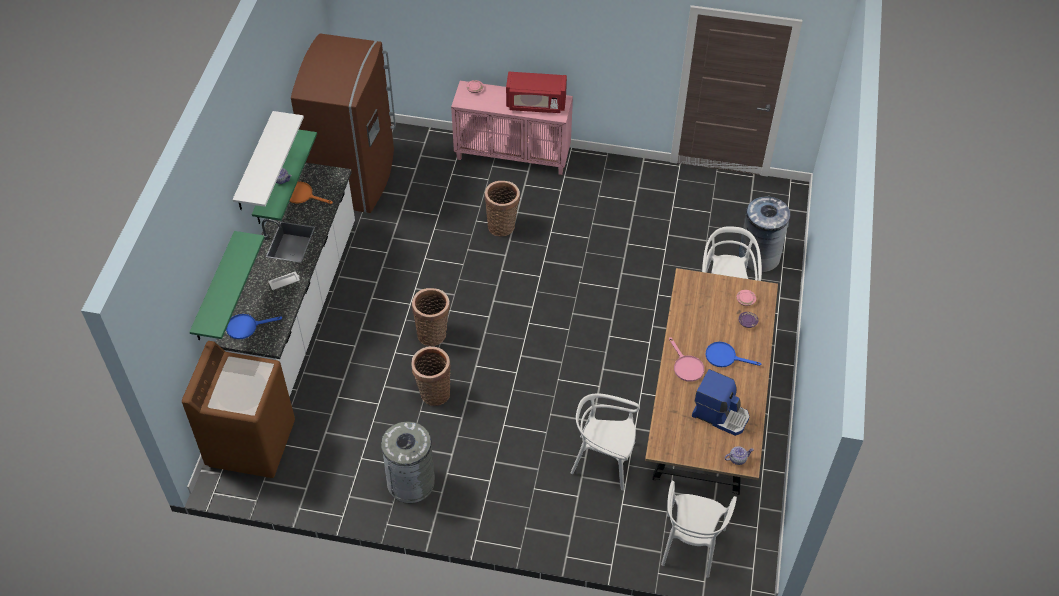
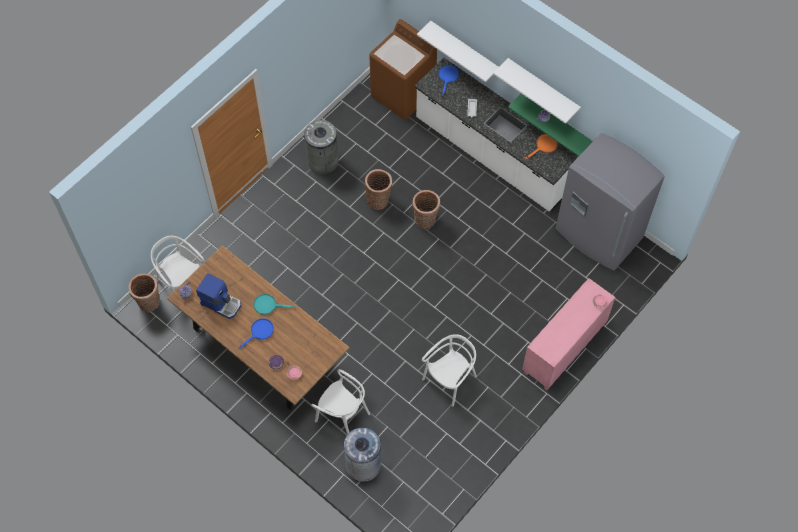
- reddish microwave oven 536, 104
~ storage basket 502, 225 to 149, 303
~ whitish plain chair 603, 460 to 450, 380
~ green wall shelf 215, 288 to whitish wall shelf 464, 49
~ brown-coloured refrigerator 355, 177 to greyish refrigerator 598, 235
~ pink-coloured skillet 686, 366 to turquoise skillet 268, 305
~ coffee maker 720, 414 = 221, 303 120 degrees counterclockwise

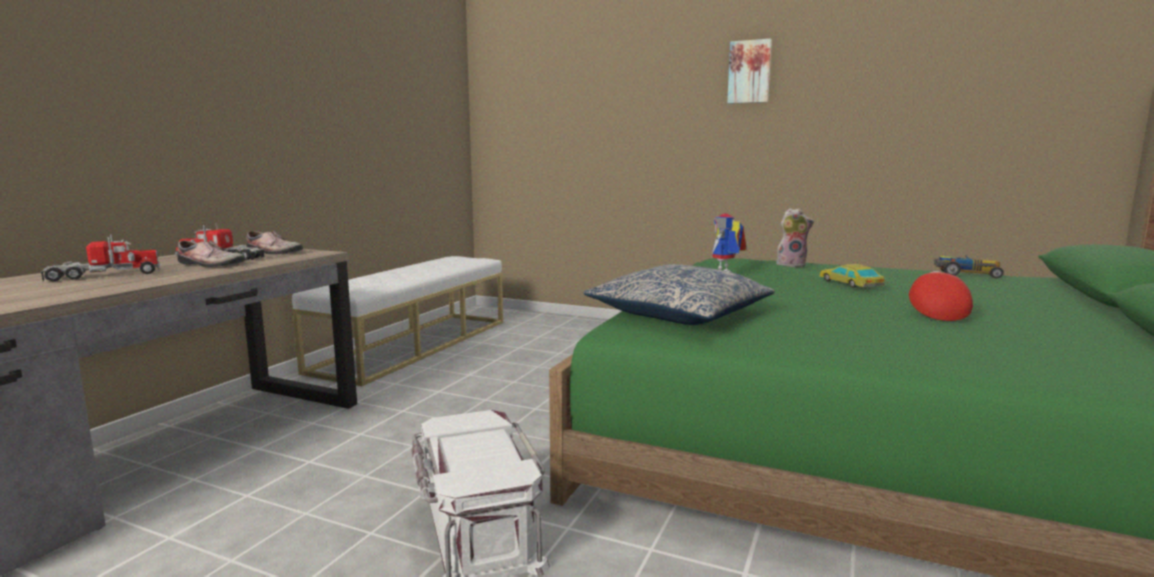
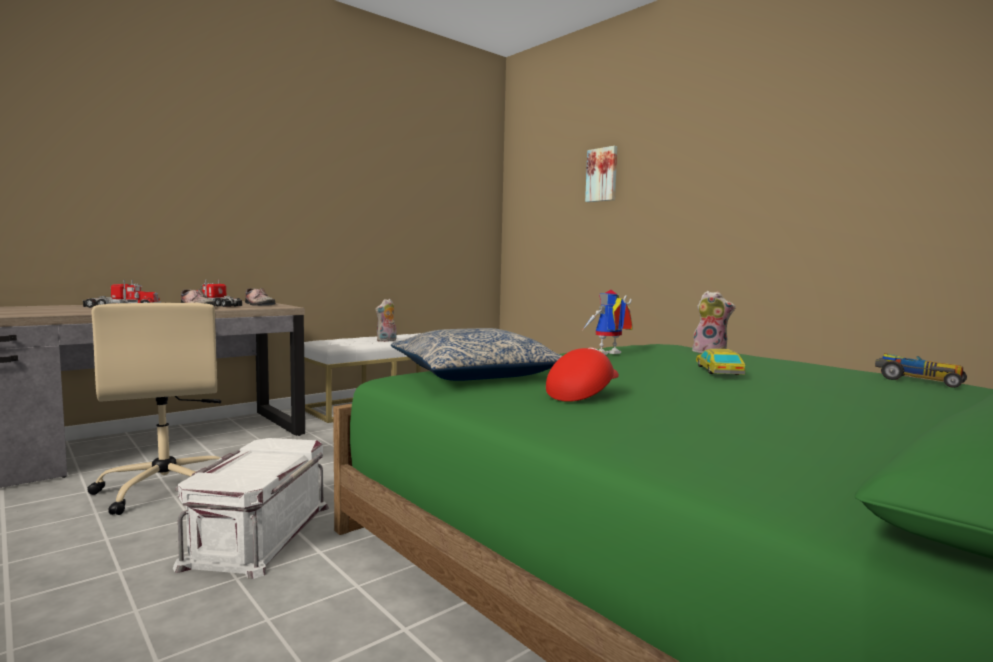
+ beige office chair 165, 488
+ plush toy 386, 341
~ wall picture 749, 72 to 602, 175
~ reddish cap 935, 313 to 581, 394

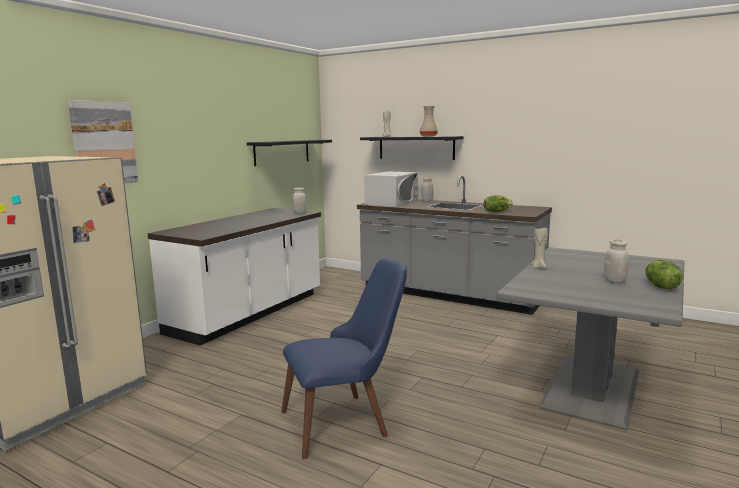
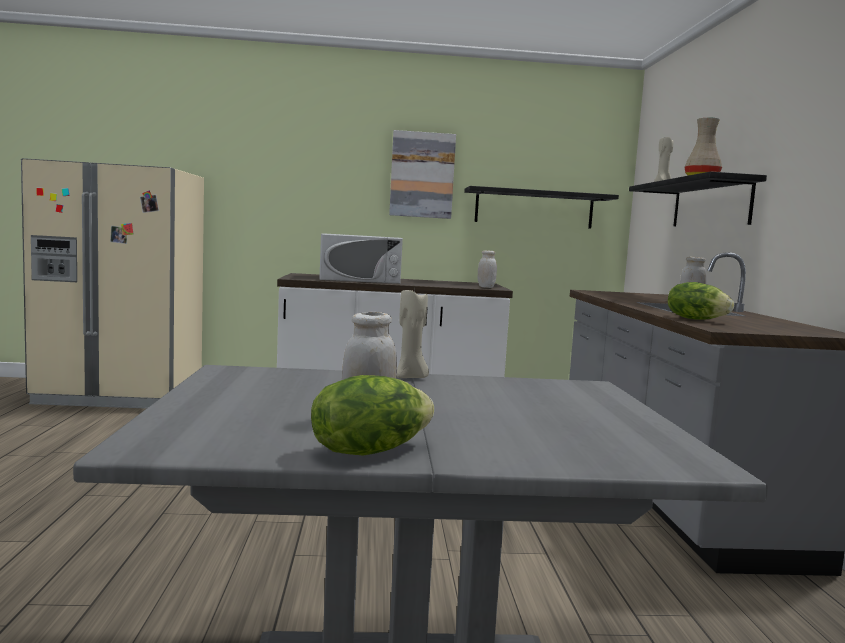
- blue plain chair 346, 420
~ wall picture 103, 143 to 422, 175
~ whitish microwave oven 392, 202 to 360, 279

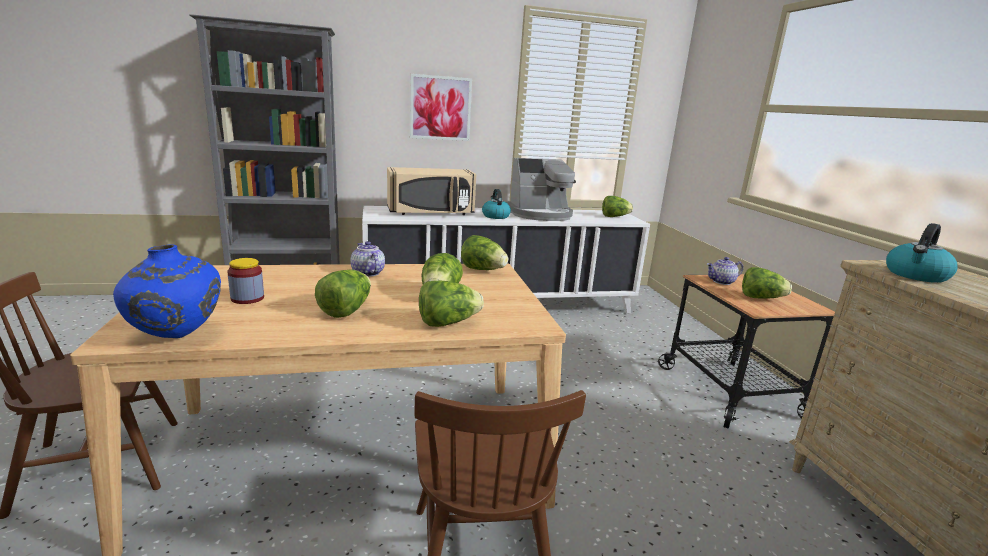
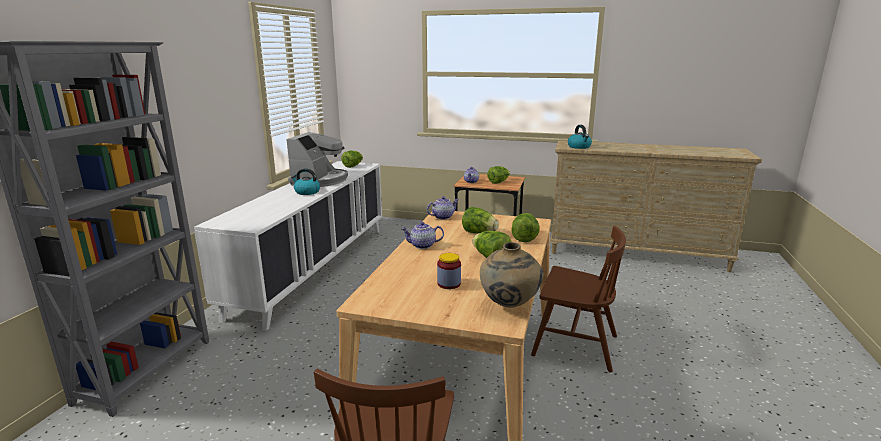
- beige microwave oven 431, 213
- wall picture 440, 108
~ lettuce 483, 270 to tea pot 442, 217
~ blue vase 176, 337 to beige vase 509, 306

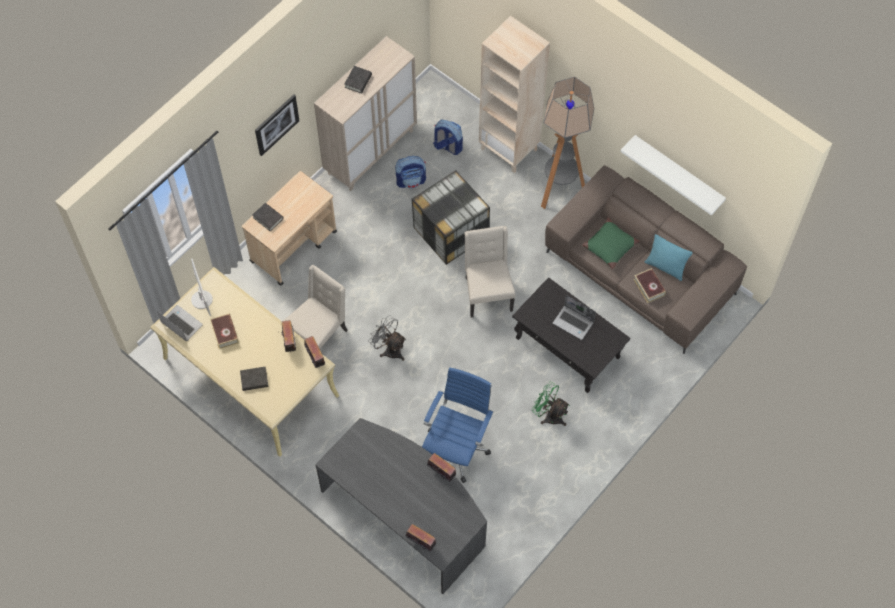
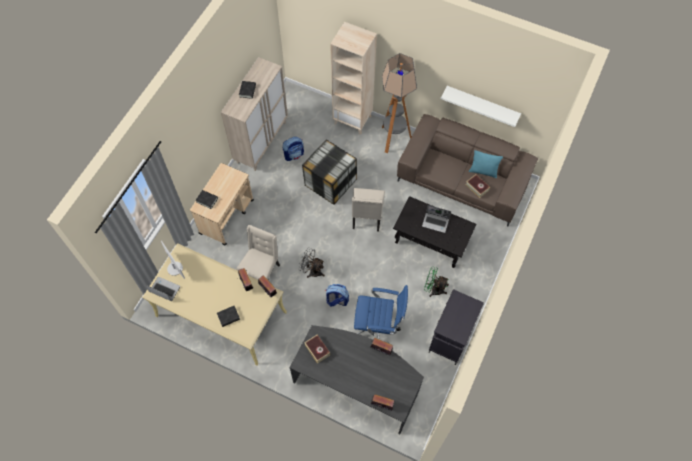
- wall picture 276, 124
- green throw pillow 609, 246
+ black-coloured cupboard 450, 339
~ bound book 224, 333 to 317, 349
~ knapsack 447, 146 to 337, 300
~ blue office chair 457, 447 = 378, 327 90 degrees clockwise
~ beige plain chair 487, 293 = 367, 217 150 degrees counterclockwise

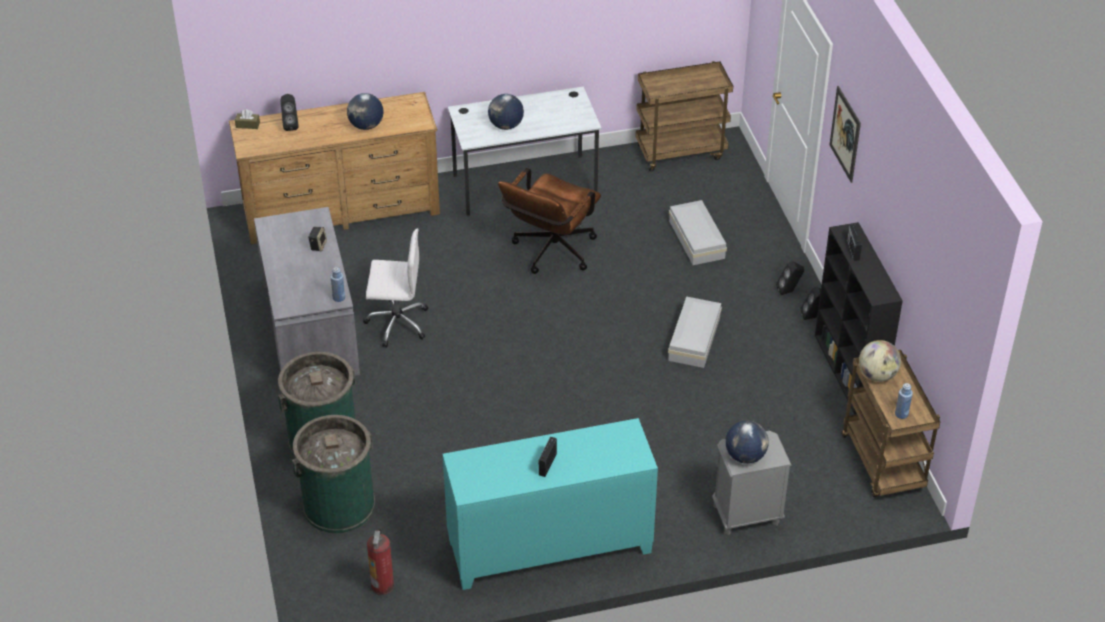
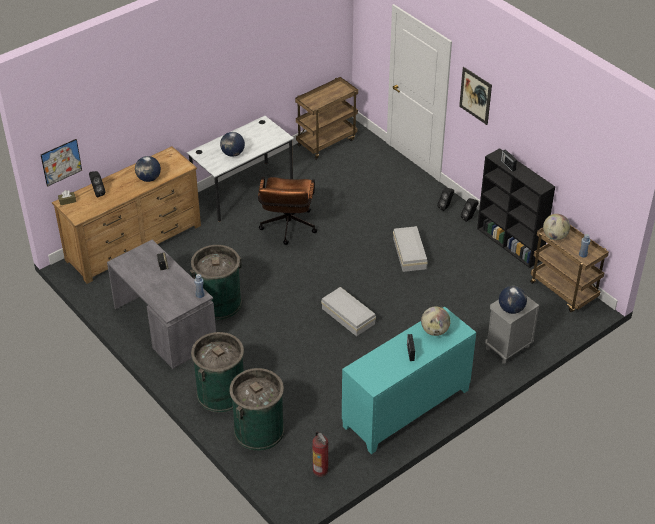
+ wall picture 61, 162
+ desk globe 434, 331
~ whitish storage box 696, 240 to 348, 317
~ whitish office chair 396, 323 to green waste bin 219, 303

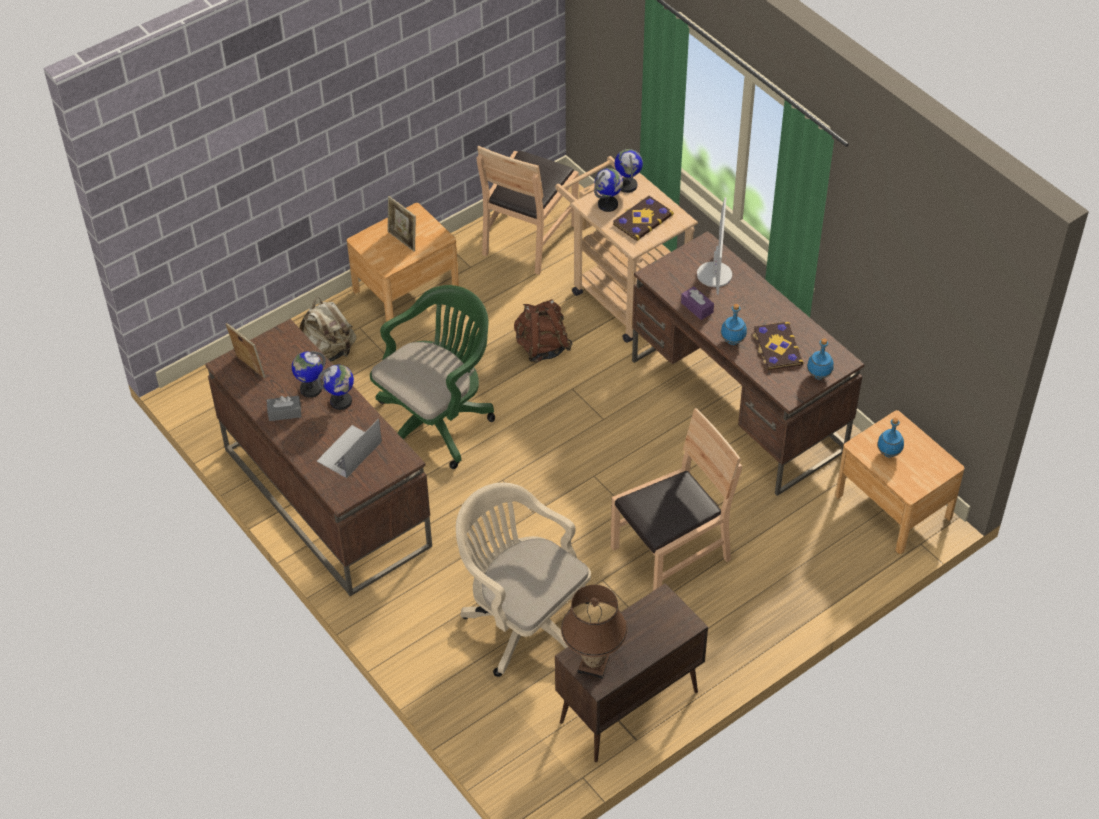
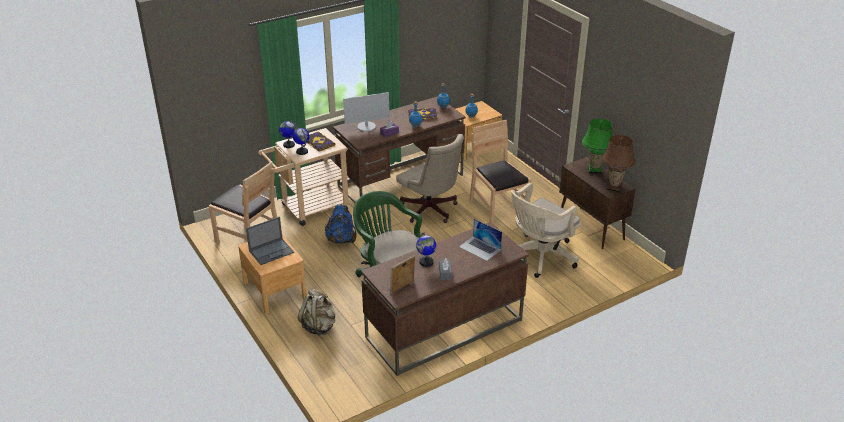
- desk globe 341, 401
+ beige office chair 431, 211
+ green lamp for a table 594, 170
~ photo frame 403, 240 to portable computer 272, 251
~ brown-coloured knapsack 542, 347 to blue knapsack 341, 239
~ monitor 715, 274 = 366, 127 150 degrees clockwise

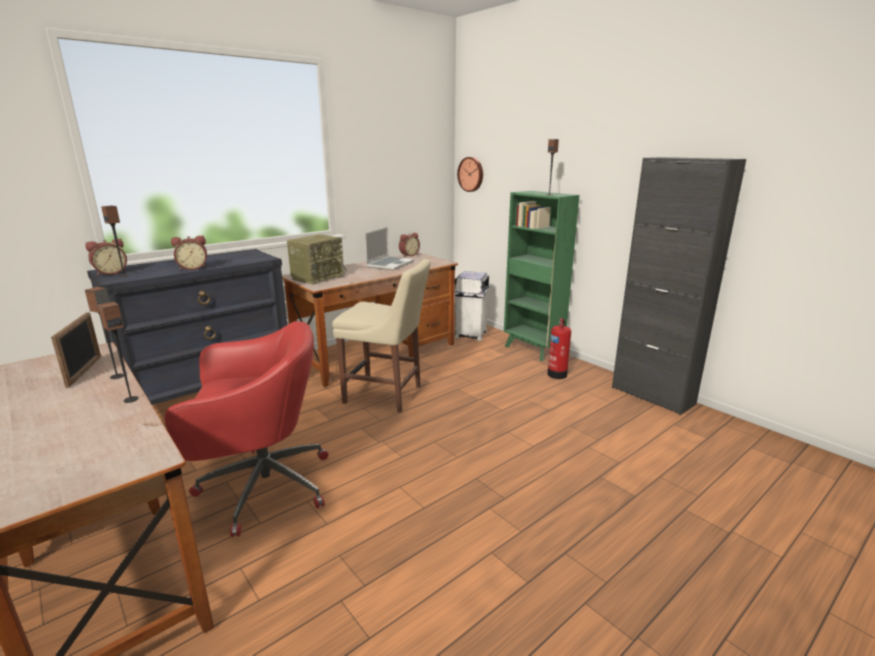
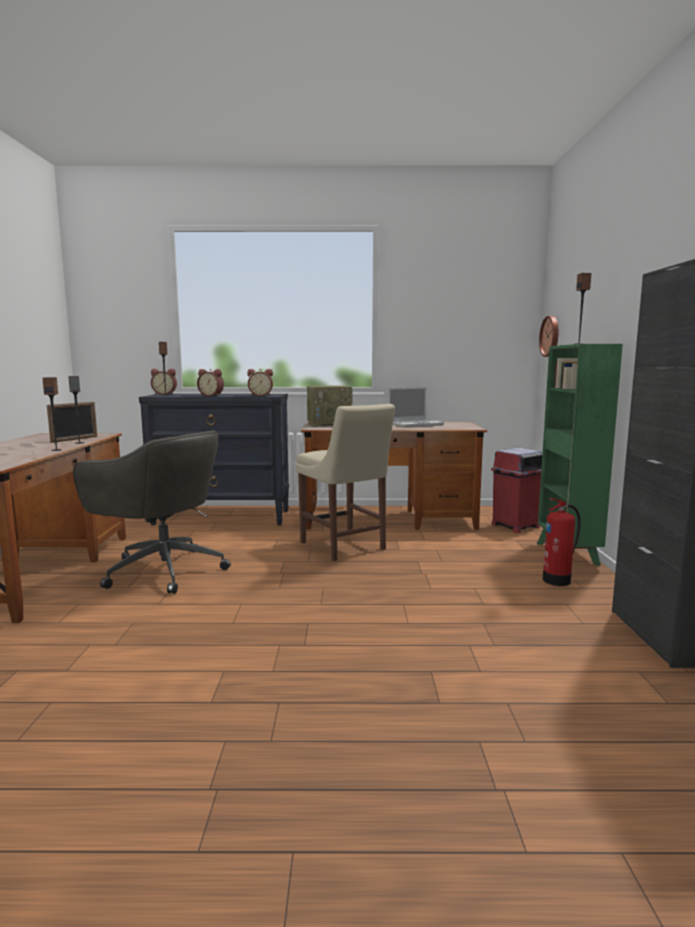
~ table clock 408, 255 to 261, 395
~ reddish office chair 261, 487 to greyish office chair 162, 570
~ whitish waste bin 470, 335 to reddish waste bin 514, 526

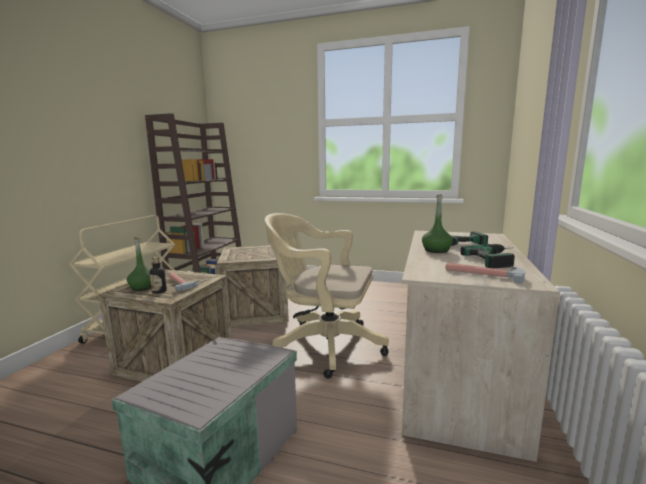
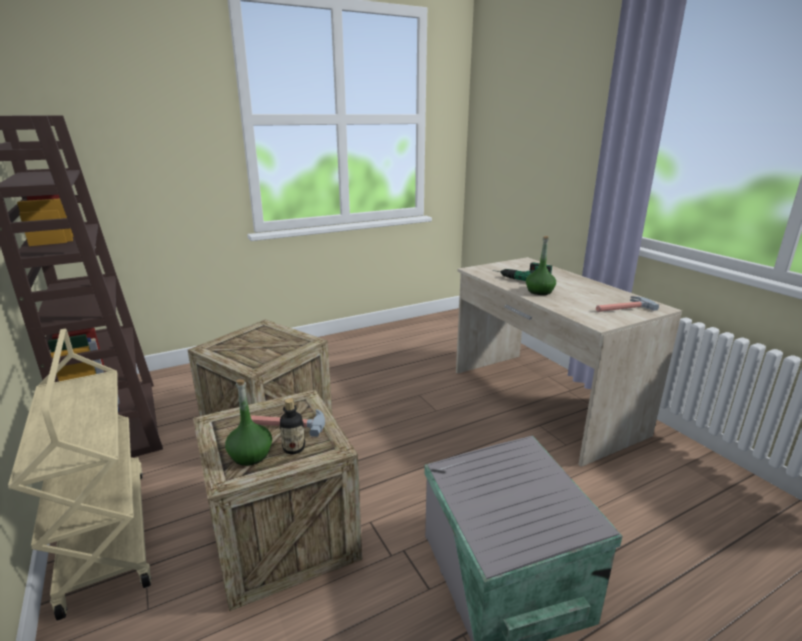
- beige office chair 323, 345
- power drill 499, 259

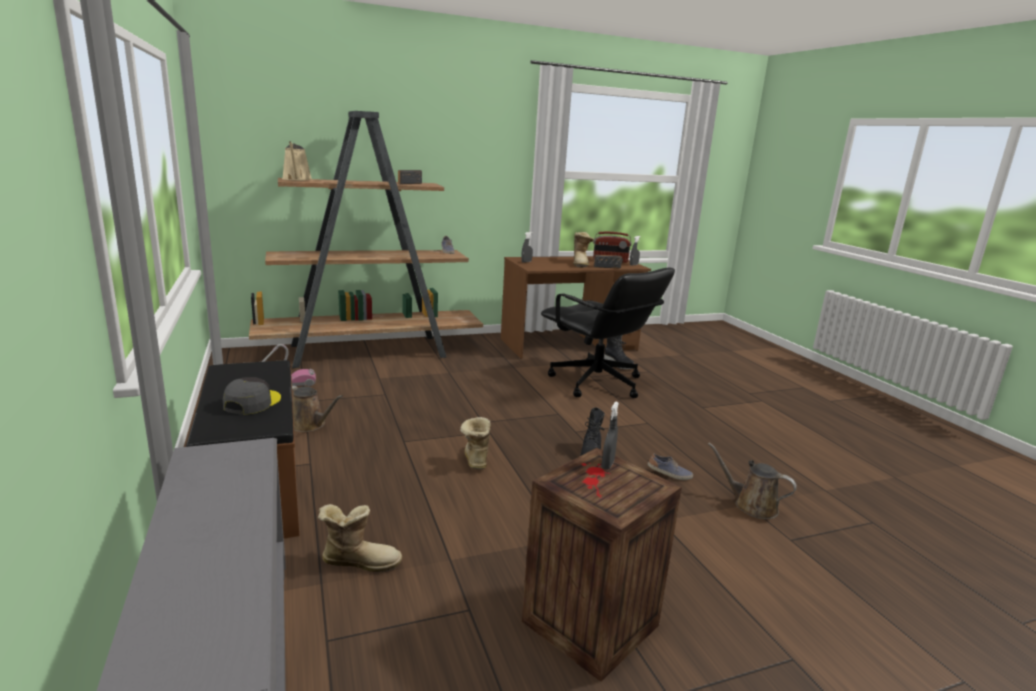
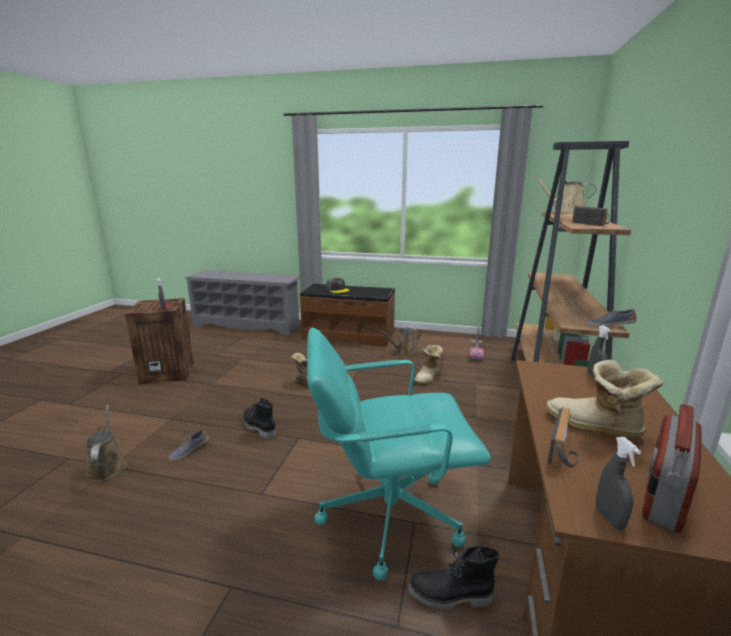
~ high-top boot 360, 560 to 428, 377
~ black-coloured office chair 597, 383 to turquoise office chair 387, 514
~ brown-coloured watering pot 751, 506 = 107, 466 90 degrees counterclockwise

